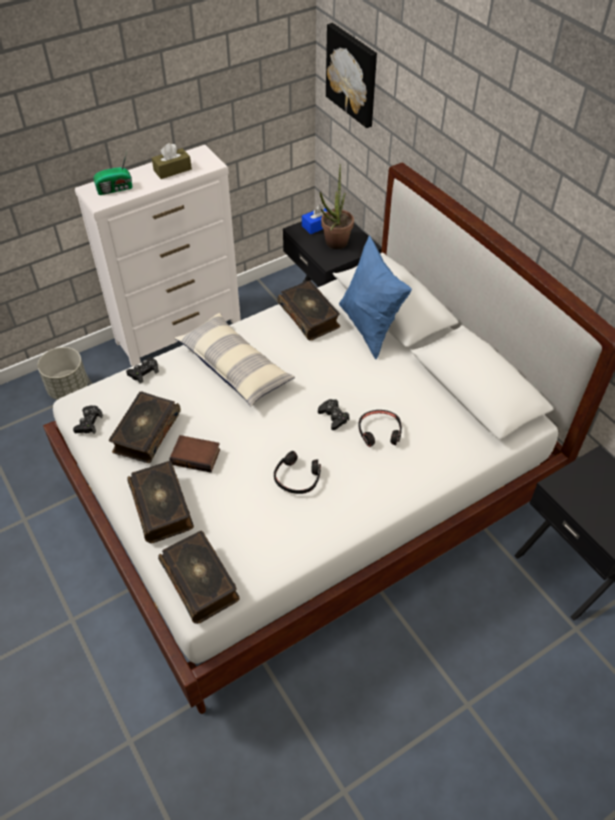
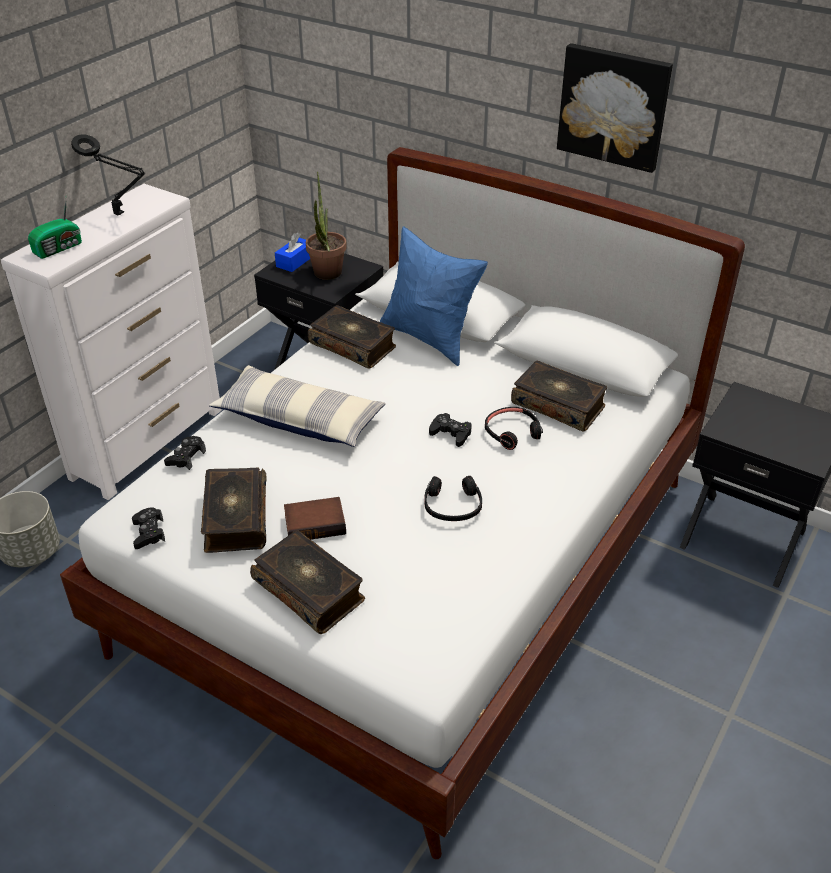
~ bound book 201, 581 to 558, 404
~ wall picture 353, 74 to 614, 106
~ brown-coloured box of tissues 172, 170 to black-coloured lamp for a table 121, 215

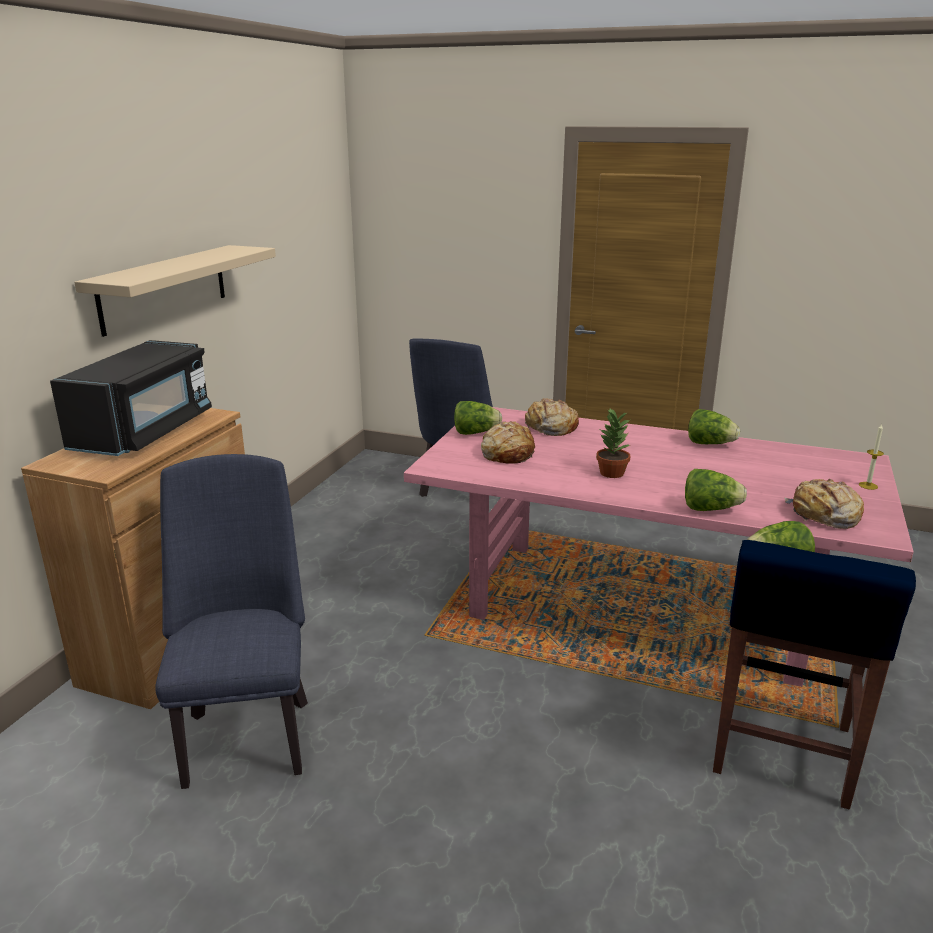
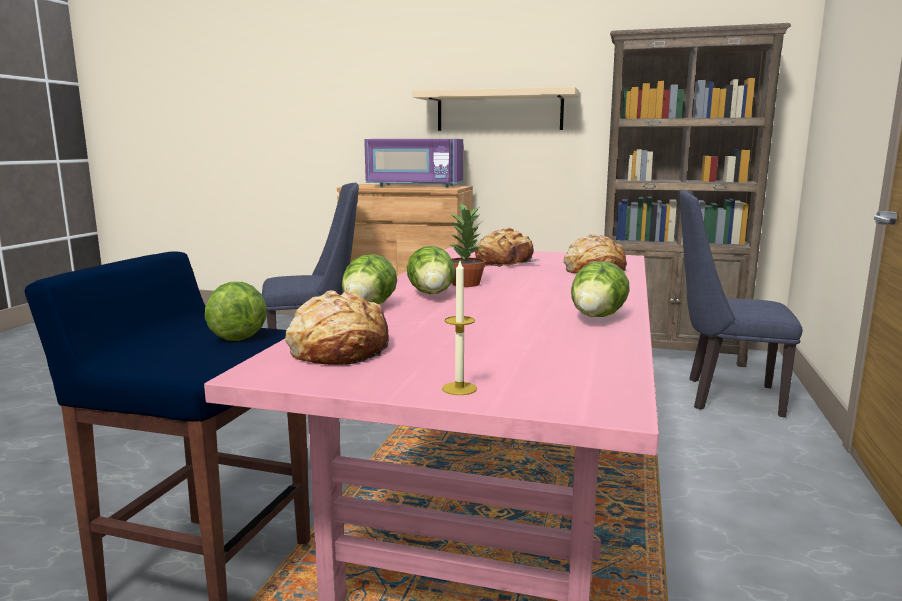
+ brown-coloured bookshelf 669, 352
~ lettuce 475, 433 to 432, 295
~ black-coloured microwave oven 145, 432 to purple microwave oven 414, 186

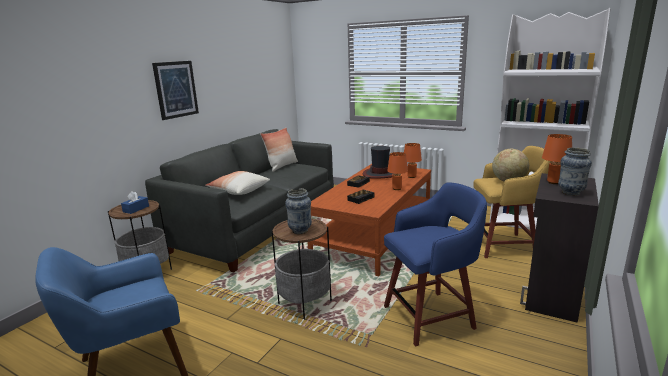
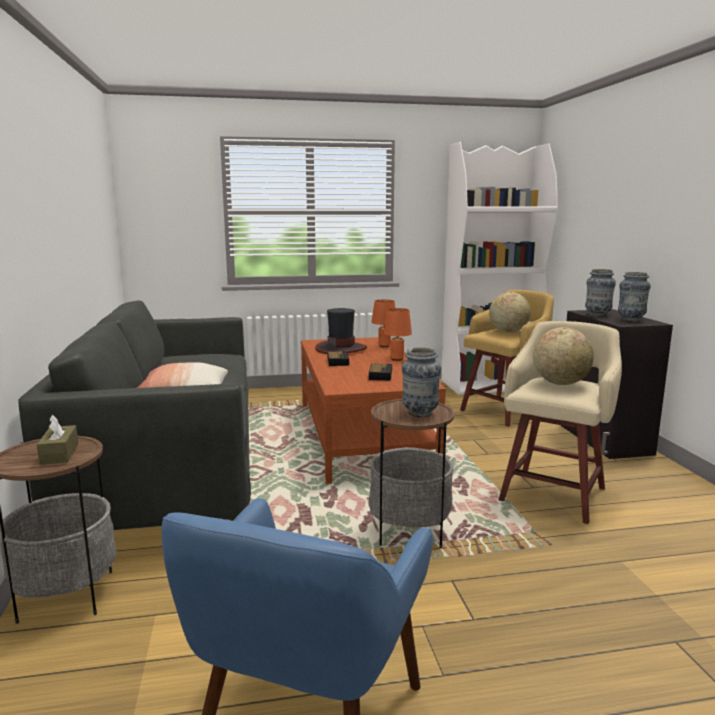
- wall picture 176, 89
- throw pillow 282, 166
+ desk globe 560, 383
~ orange-coloured lamp for a table 553, 182 to vase 597, 315
~ blue box of tissues 136, 209 to brown-coloured box of tissues 59, 454
~ blue sitting stool 431, 316 to beige sitting stool 554, 493

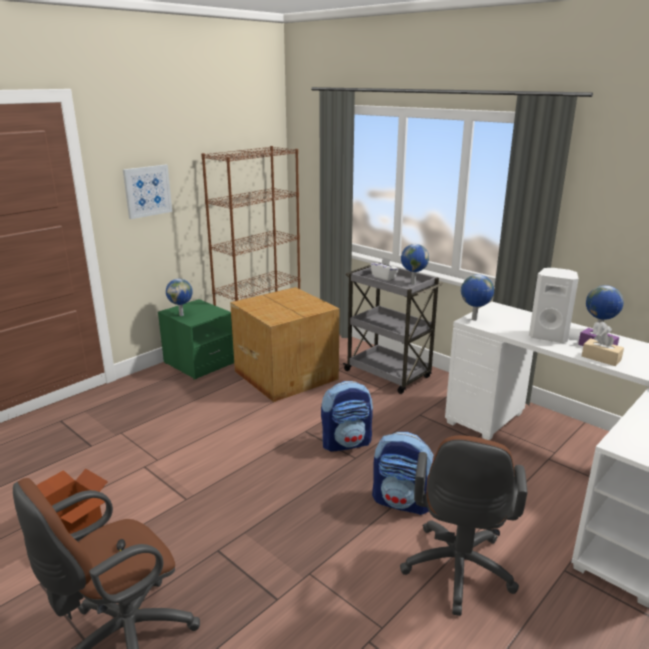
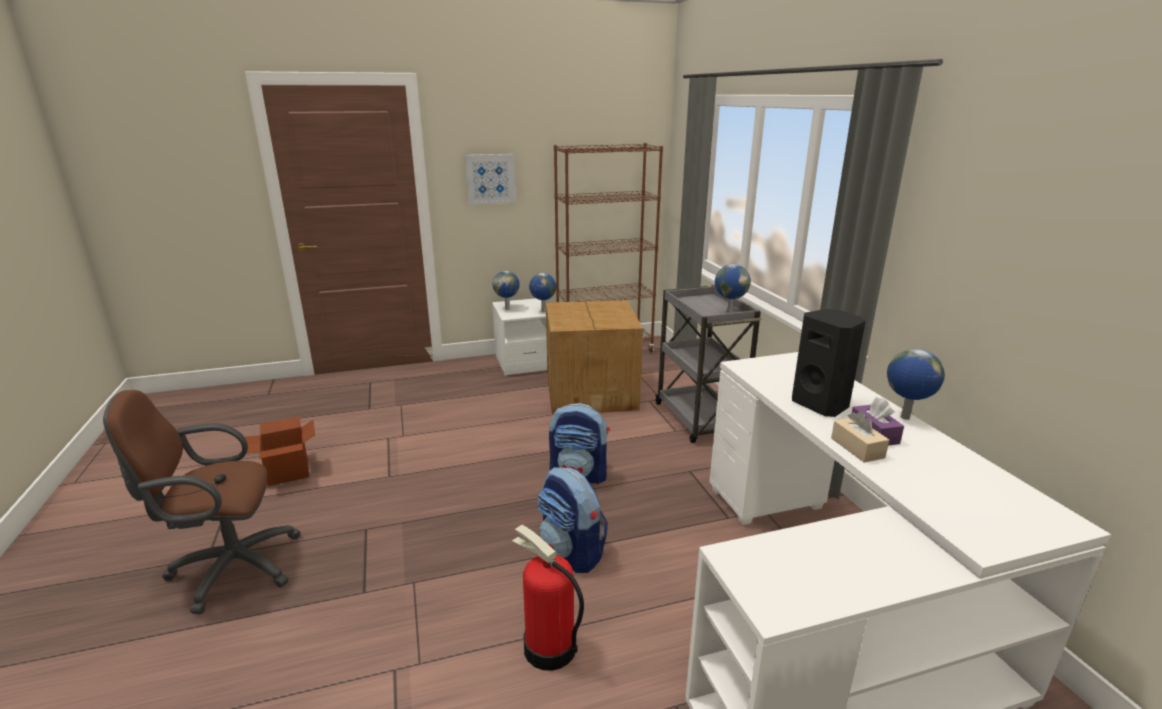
- whitish box of tissues 384, 277
~ desk globe 474, 319 to 542, 311
~ brown-coloured office chair 457, 573 to fire-fighting cylinder 549, 648
~ green night table 199, 363 to whitish night table 524, 362
~ whitish audio speaker 549, 336 to black-coloured audio speaker 821, 405

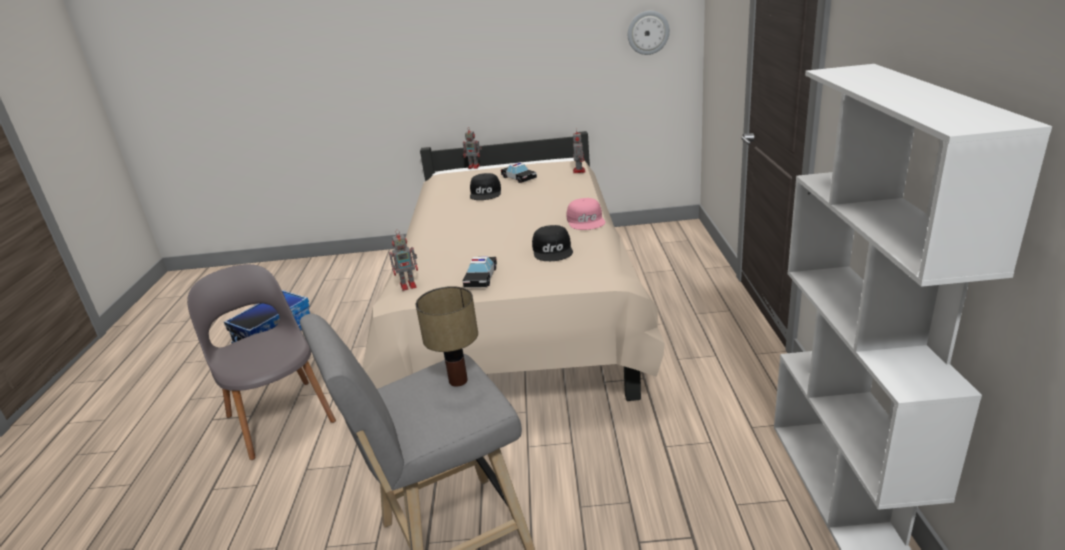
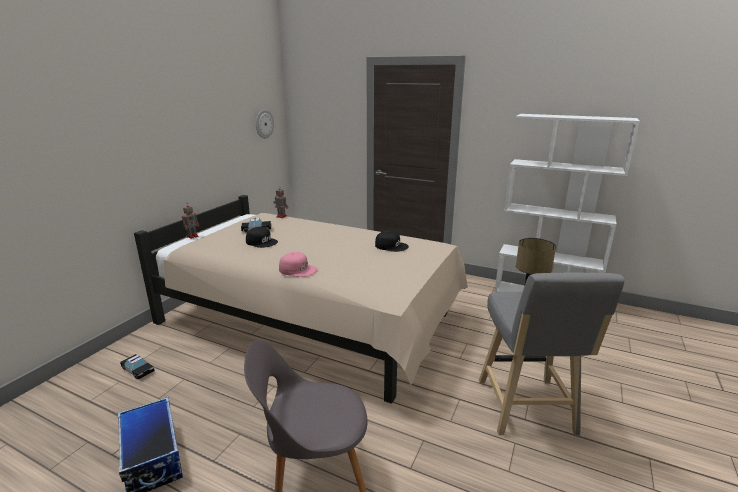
- model robot 409, 285
~ toy car 481, 278 to 138, 370
~ pink-coloured cap 586, 220 to 298, 269

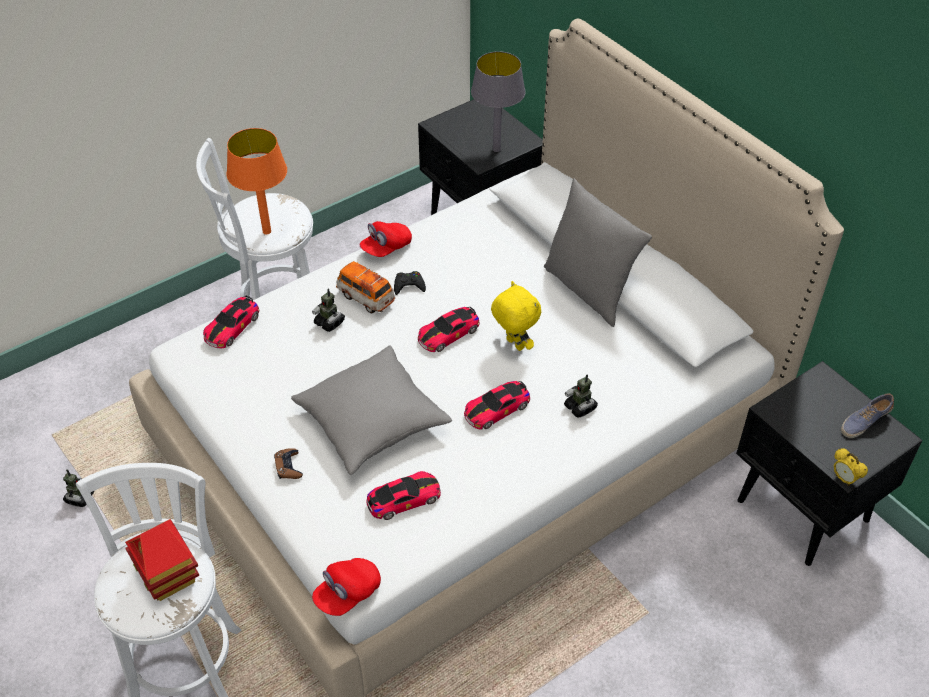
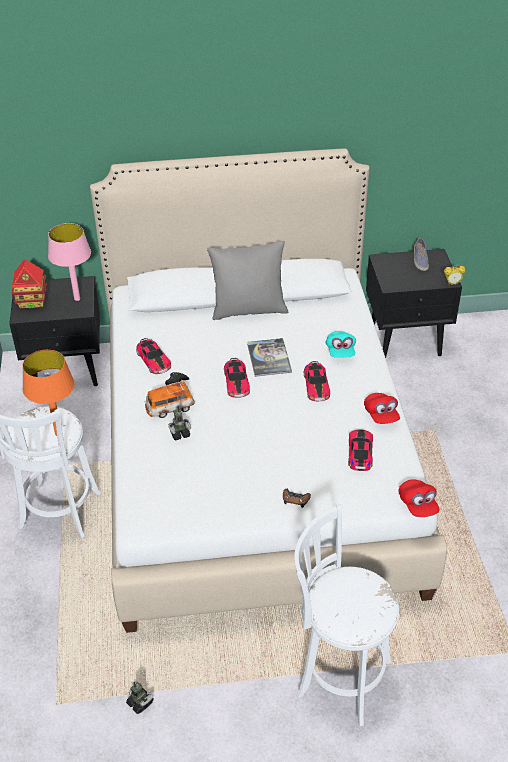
- greyish throw pillow 372, 421
~ miniature house 169, 577 to 32, 301
~ toy car 232, 327 to 153, 360
~ reddish cap 386, 248 to 381, 415
~ yellow plush toy 513, 344 to bound book 269, 358
~ model robot 580, 407 to turquoise cap 340, 351
~ greyish lamp for a table 496, 149 to pink-coloured lamp for a table 76, 298

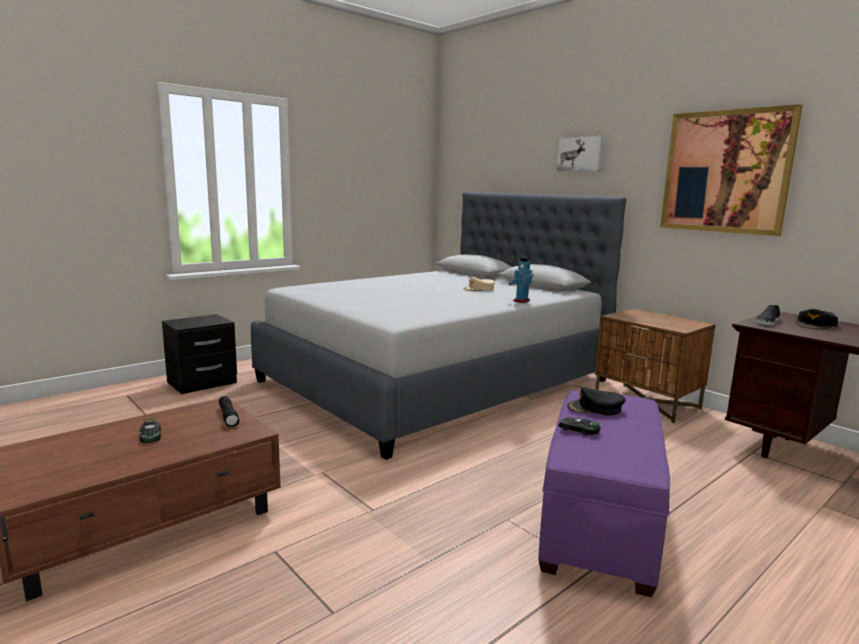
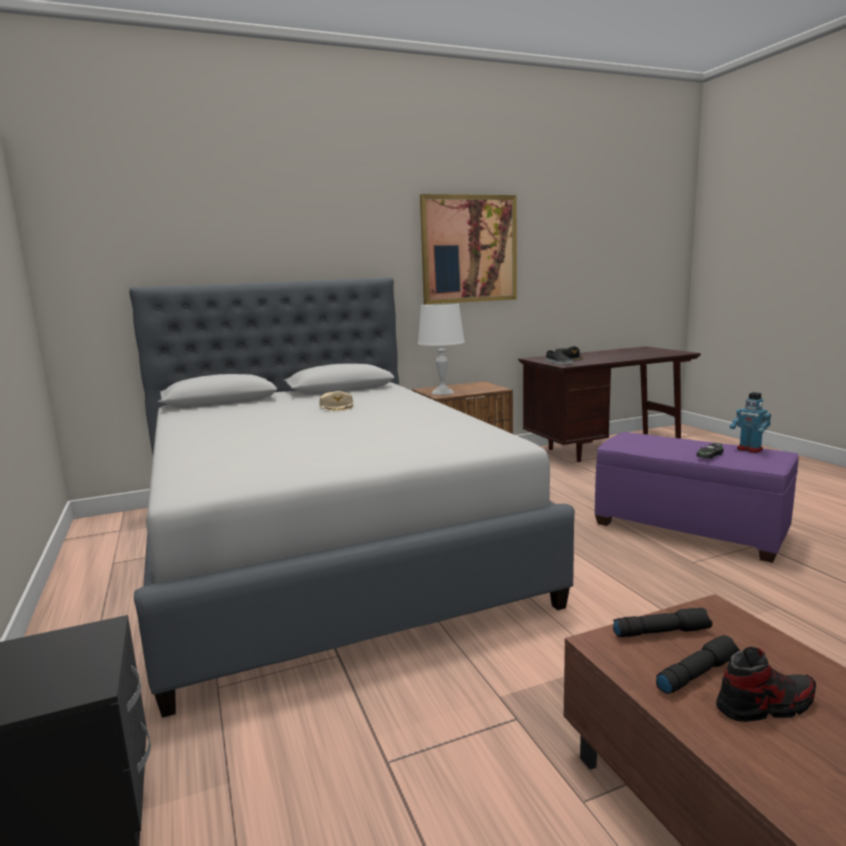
- wall picture 580, 154
- black-coloured cap 595, 408
+ whitish lamp for a table 442, 392
+ black-coloured hand torch 696, 673
~ model robot 521, 301 to 749, 449
~ toy car 150, 435 to low shoe 765, 705

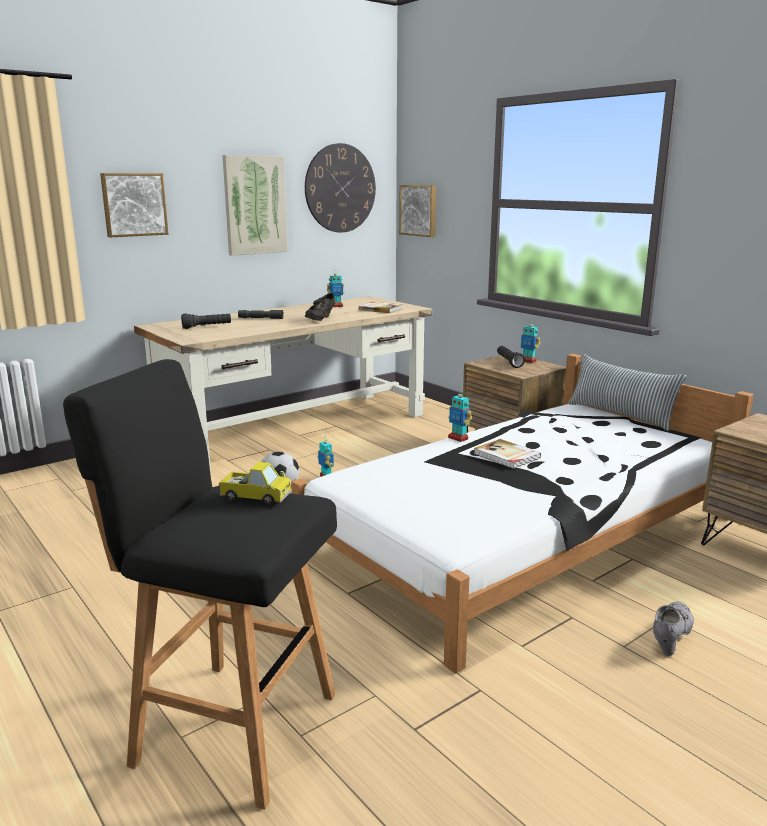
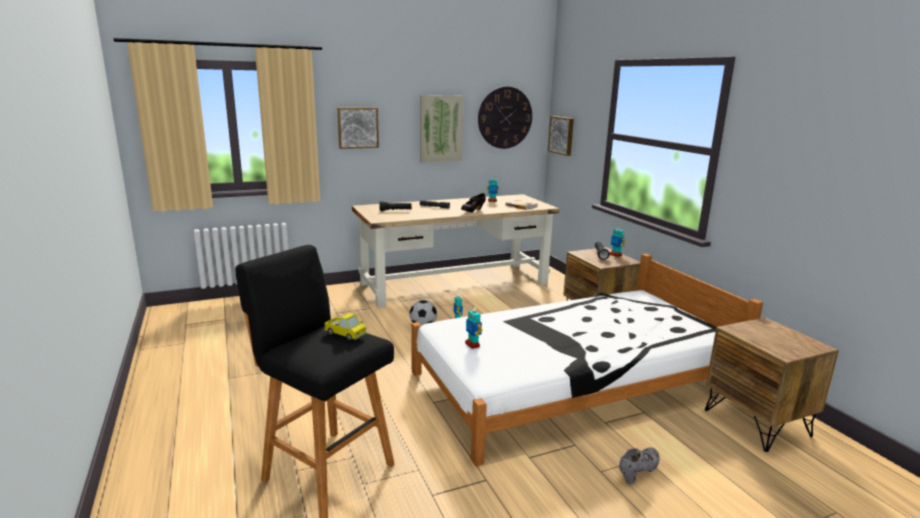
- bound book 506, 456
- throw pillow 620, 415
~ model robot 458, 438 to 472, 345

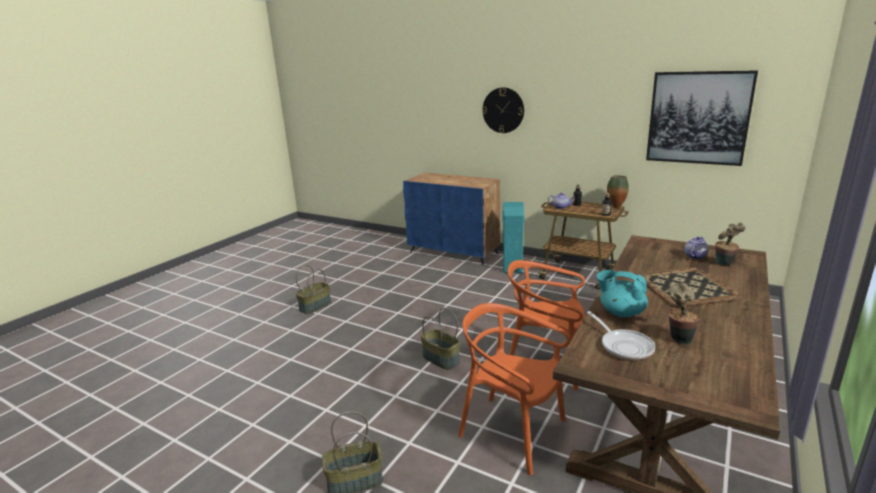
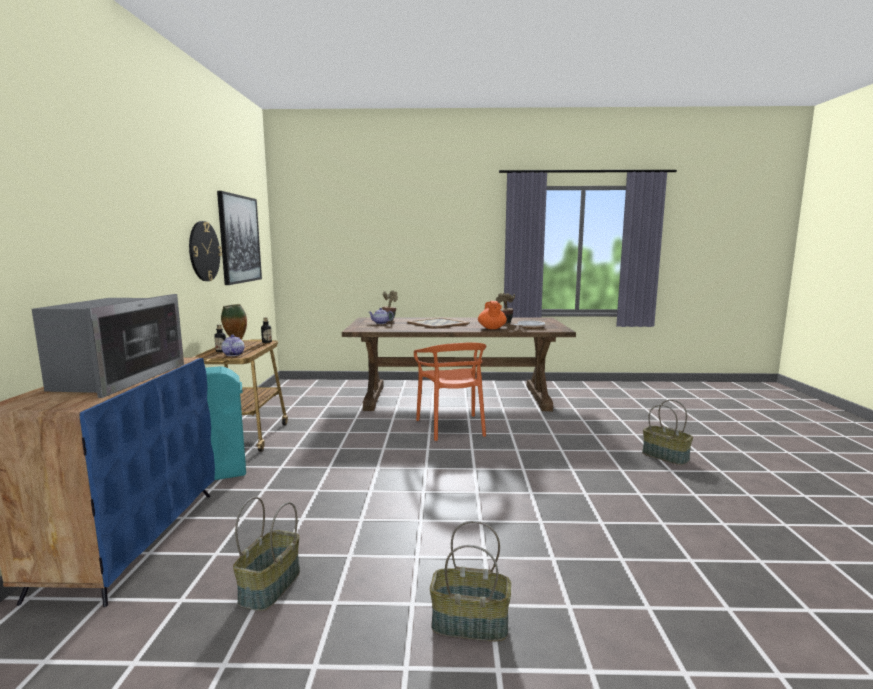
- orange-coloured plain chair 512, 432
+ microwave oven 117, 378
~ storage basket 440, 359 to 271, 587
~ hanging clock 503, 110 to 204, 251
~ turquoise tea pot 621, 312 to orange-coloured tea pot 492, 328

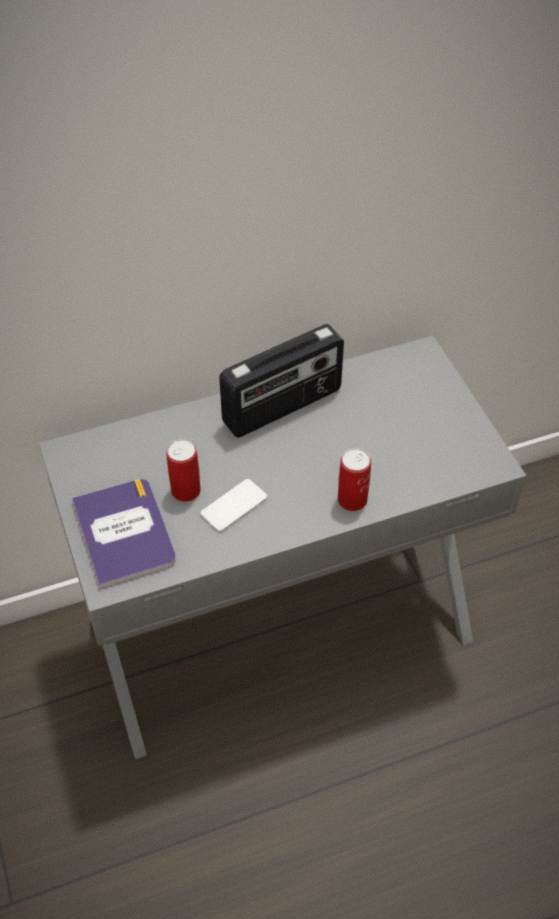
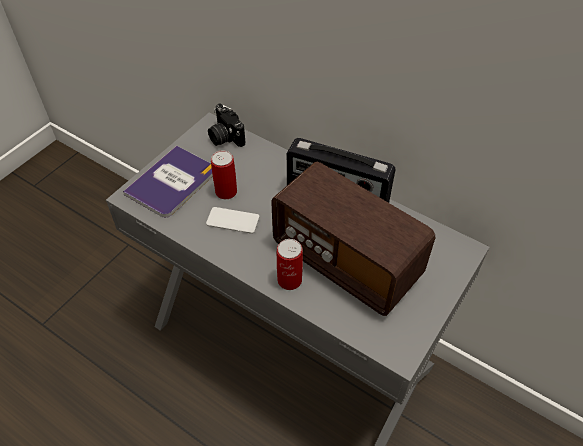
+ photo camera 225, 137
+ radio receiver 346, 261

